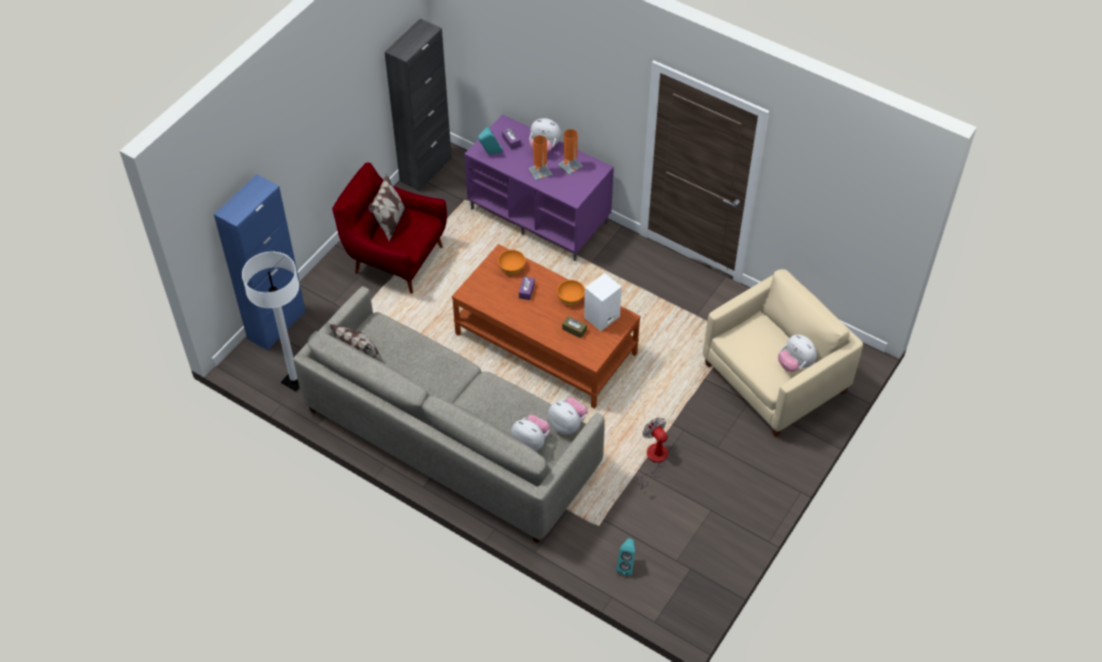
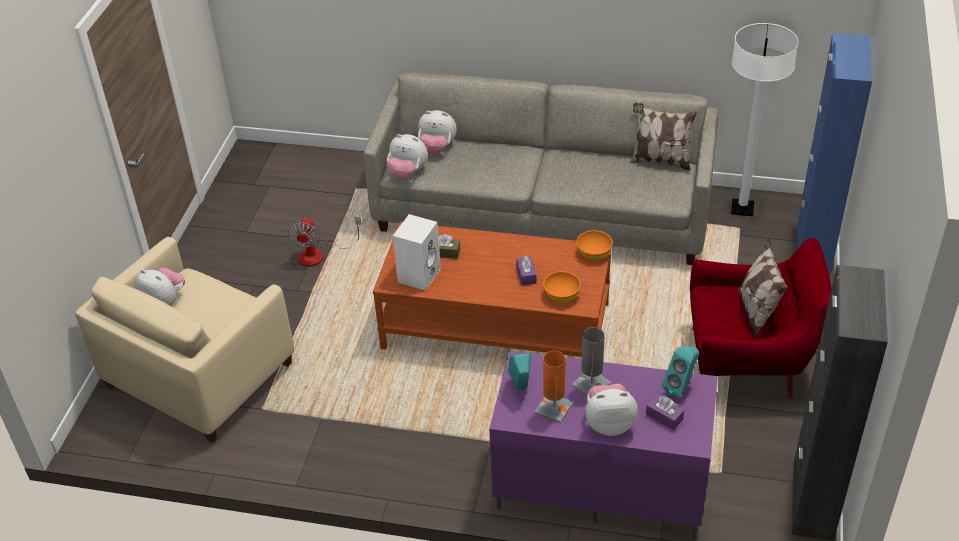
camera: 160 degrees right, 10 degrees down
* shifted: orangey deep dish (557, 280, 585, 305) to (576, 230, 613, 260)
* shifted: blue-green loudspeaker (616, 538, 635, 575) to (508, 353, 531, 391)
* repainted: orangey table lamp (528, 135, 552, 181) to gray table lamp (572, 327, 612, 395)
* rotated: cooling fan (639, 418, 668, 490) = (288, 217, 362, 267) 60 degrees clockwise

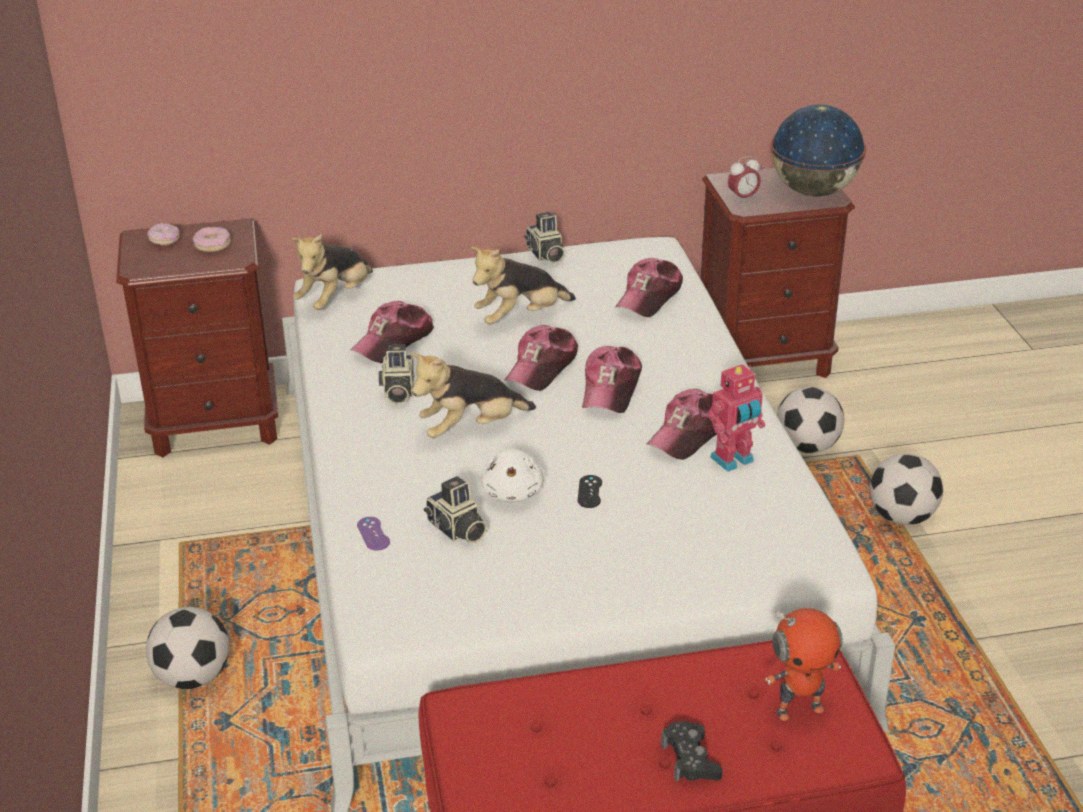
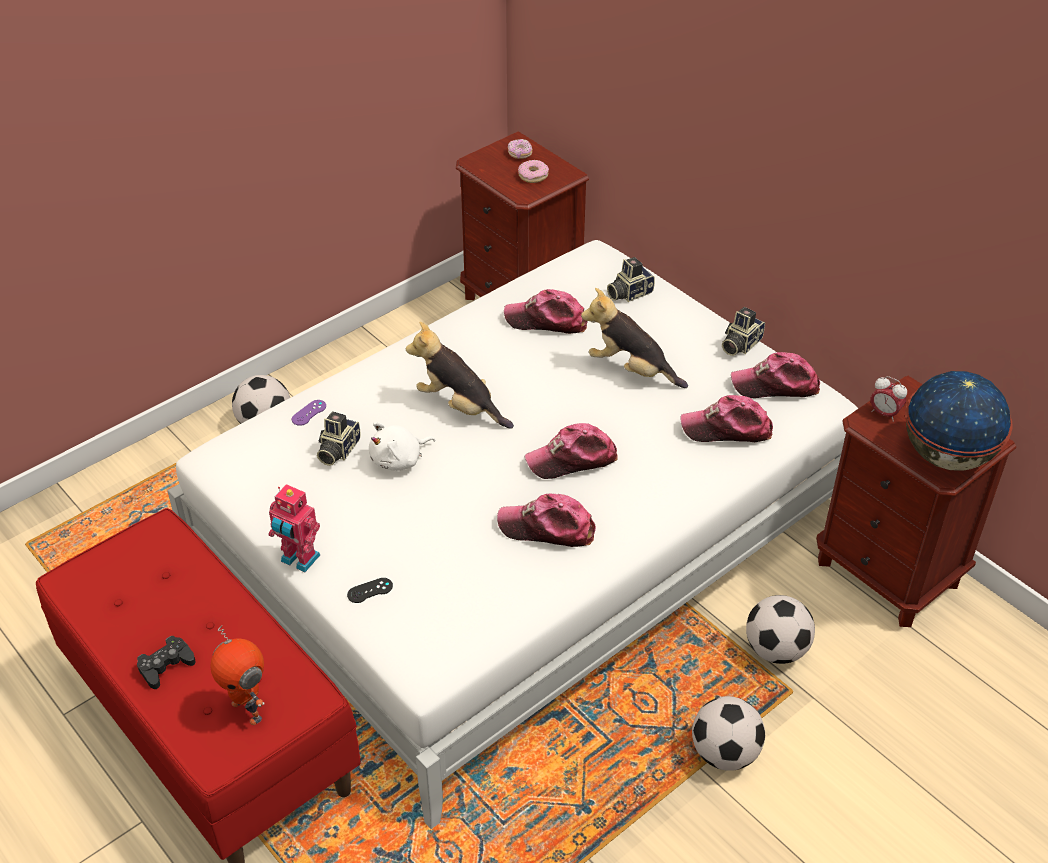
camera: 60 degrees right, 10 degrees up
* gone: plush toy (292, 234, 373, 310)
* shifted: photo camera (379, 345, 414, 405) to (607, 257, 655, 302)
* shifted: peaked cap (505, 325, 578, 391) to (731, 352, 820, 398)
* shifted: black game controller (577, 475, 602, 508) to (347, 578, 393, 603)
* shifted: robot figure (708, 364, 765, 472) to (268, 484, 320, 572)

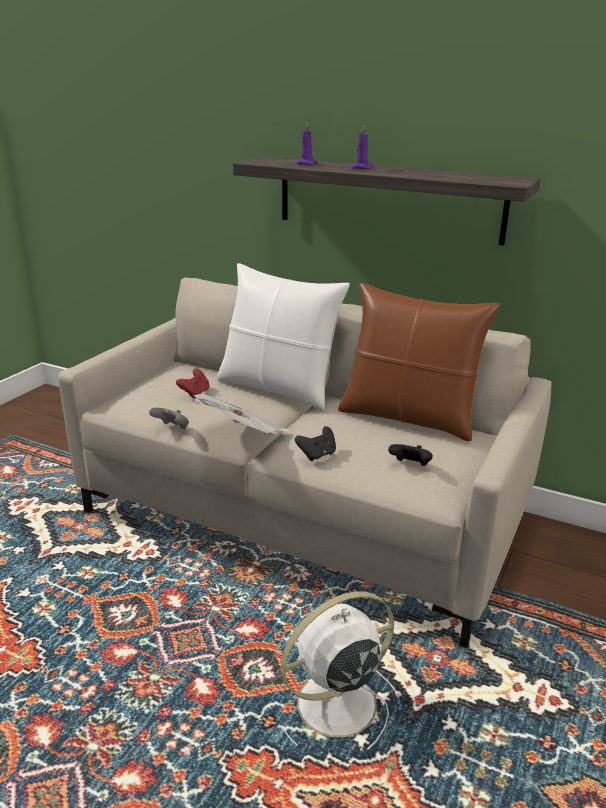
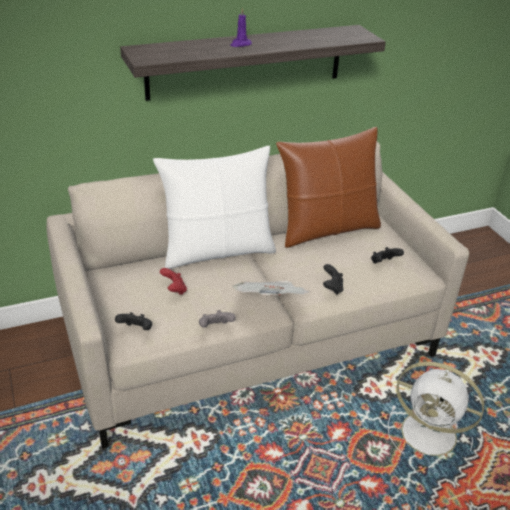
camera: 50 degrees left, 10 degrees up
* gone: purple wax light (295, 122, 318, 165)
* new: black game controller (115, 312, 152, 330)
* rotated: white-coloured cooling fan (281, 591, 402, 749) = (388, 362, 484, 456) 75 degrees counterclockwise

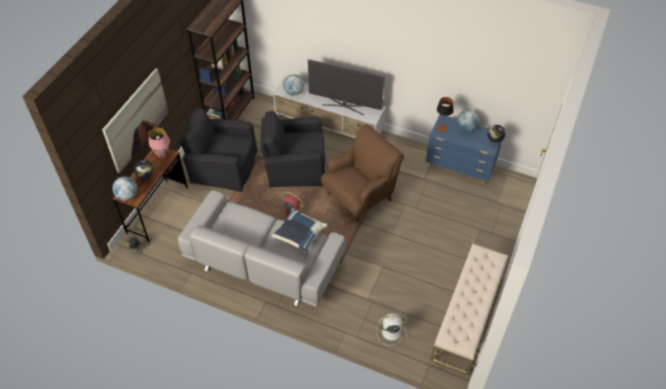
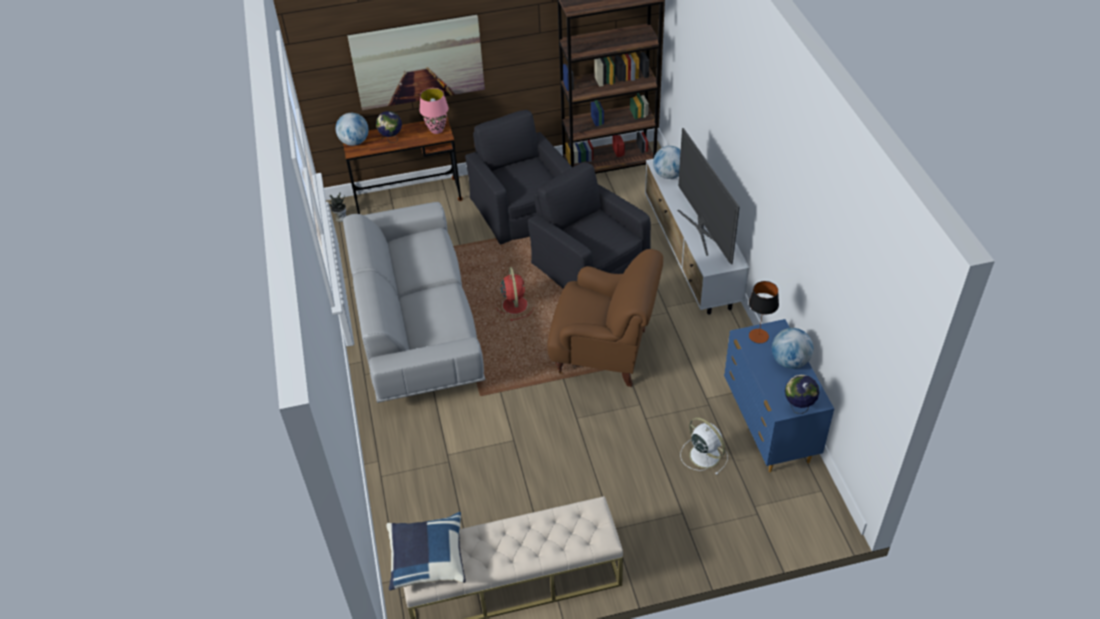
camera: 55 degrees right, 5 degrees down
* shifted: bluish cushion (271, 207, 328, 253) to (386, 512, 466, 591)
* shifted: white-coloured cooling fan (376, 314, 408, 346) to (680, 418, 728, 475)

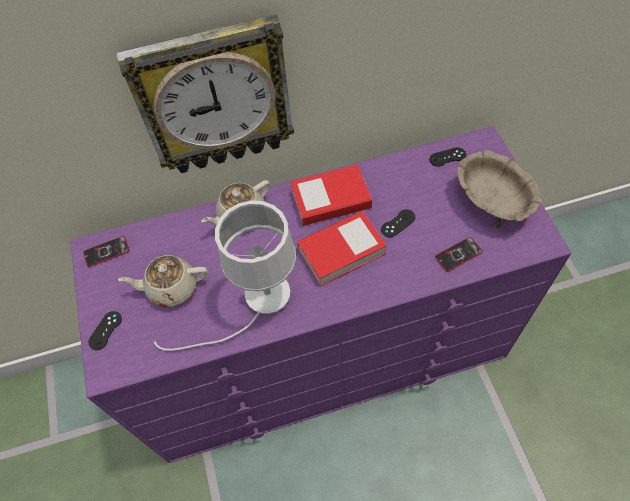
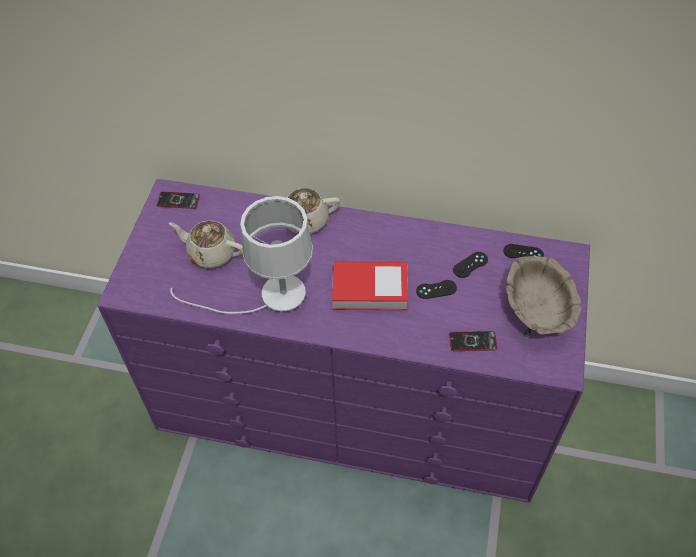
camera: 25 degrees right, 5 degrees down
* gone: wall clock (116, 14, 294, 173)
* gone: volume (290, 164, 372, 226)
* shifted: black game controller (88, 311, 122, 350) to (453, 252, 488, 278)

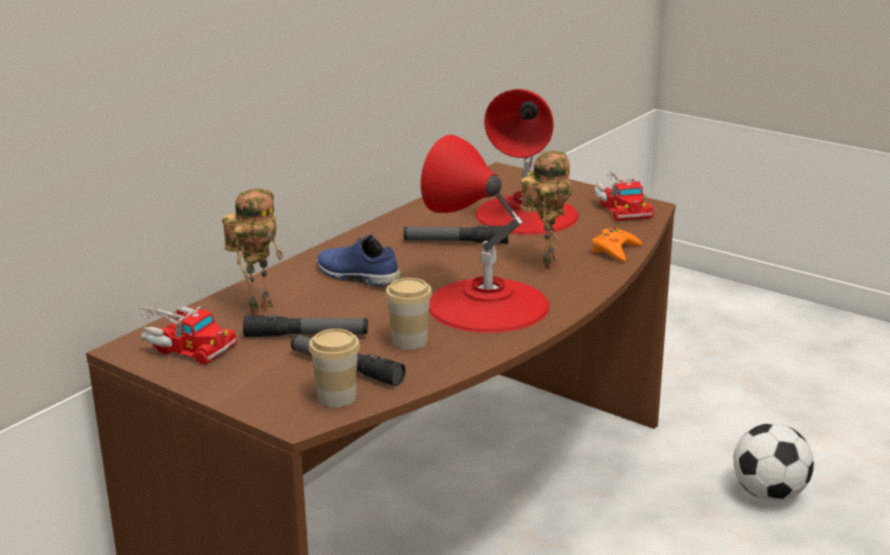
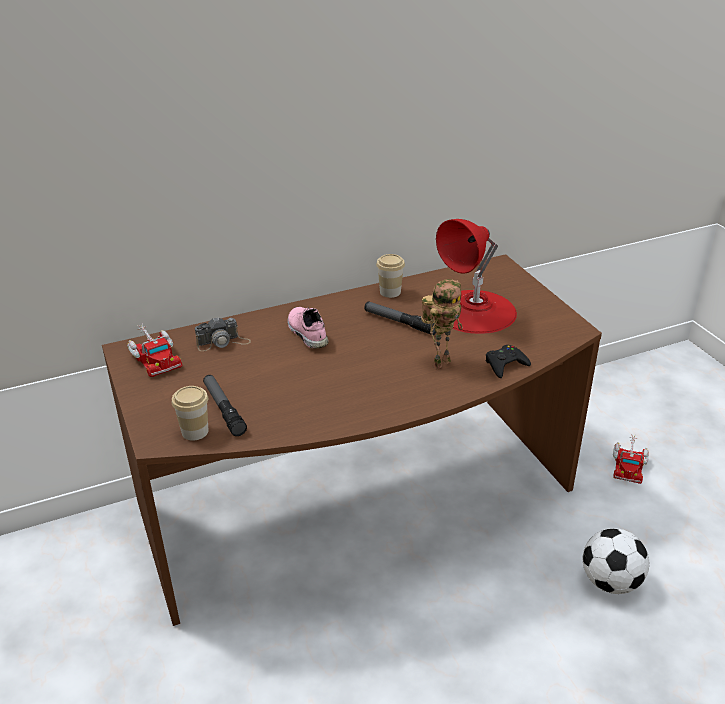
camera: 30 degrees right, 10 degrees up
* gone: hand torch (243, 315, 368, 337)
* gone: red table lamp (421, 135, 550, 333)
* shifted: drinking cup (385, 278, 432, 350) to (376, 254, 405, 298)
* shifted: toy truck (594, 170, 654, 221) to (613, 434, 649, 484)
* swapped: robot figure (222, 188, 283, 315) to photo camera (195, 318, 251, 351)
* repainted: bluish shoe (317, 235, 401, 287) to pink-coloured shoe (288, 307, 328, 349)
* repainted: orangey game controller (592, 228, 642, 262) to black game controller (486, 345, 531, 378)

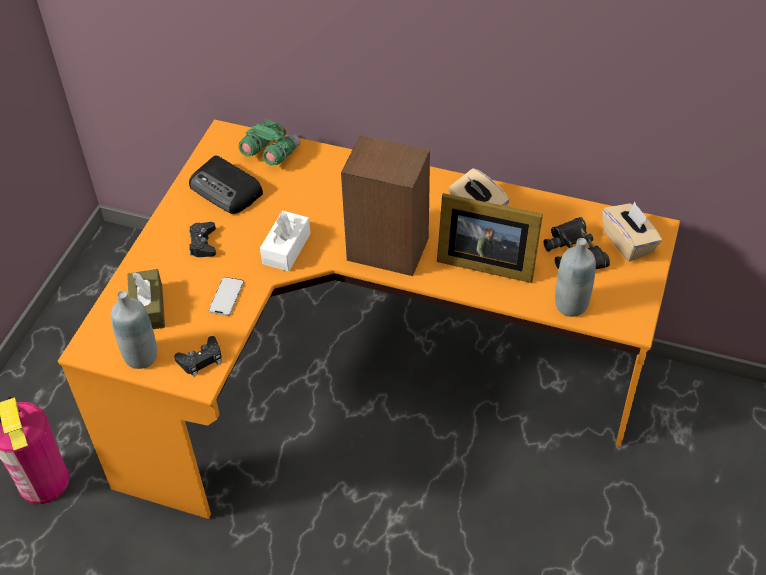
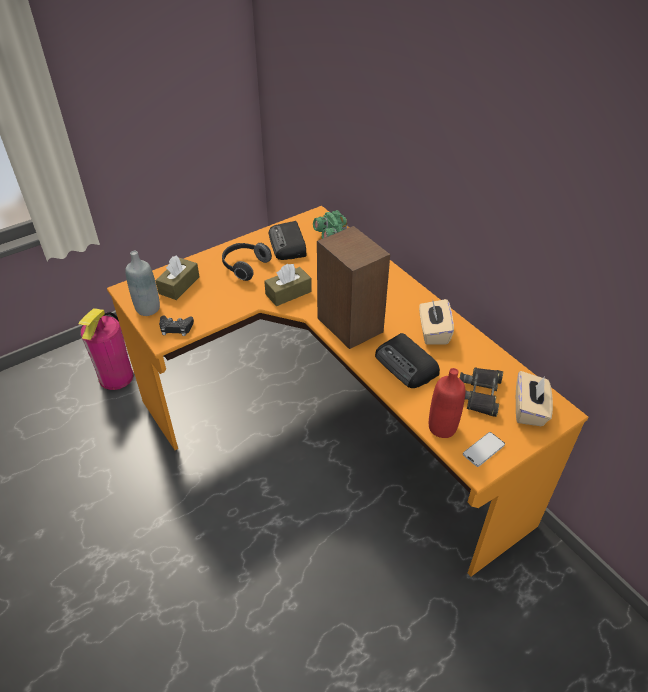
camera: 35 degrees right, 5 degrees down
* shifted: telephone (209, 277, 244, 316) to (463, 432, 505, 467)
* swapped: black game controller (189, 222, 216, 257) to pair of headphones (222, 243, 272, 281)
* swapped: standing frame (437, 193, 543, 283) to radio receiver (375, 333, 440, 388)
* repainted: white-coloured tissue holder (260, 211, 311, 271) to brown-coloured tissue holder (264, 264, 312, 306)
* repainted: gray bottle (555, 238, 596, 317) to red bottle (429, 368, 465, 438)

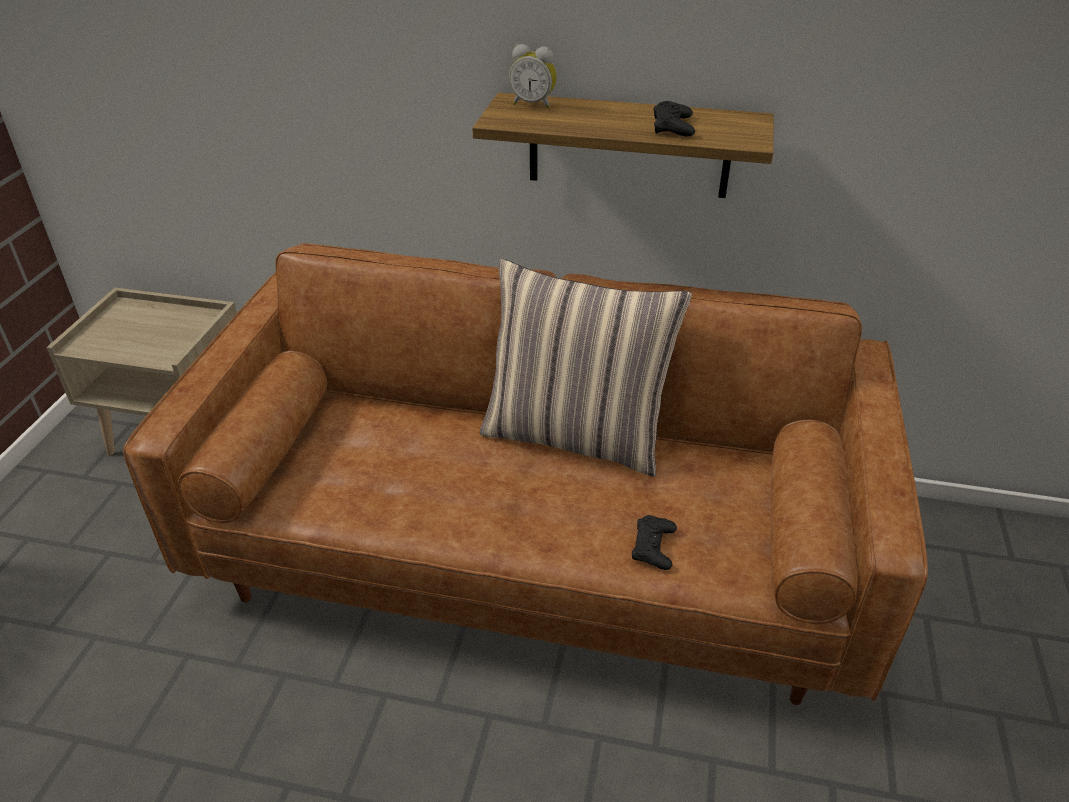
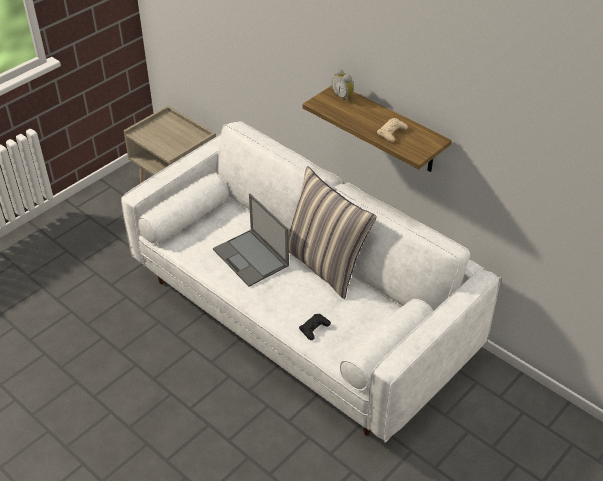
camera: 30 degrees right, 5 degrees up
* new: portable computer (213, 194, 289, 287)
* repainted: brown-coloured couch (123, 243, 928, 705) to white-coloured couch (121, 121, 501, 443)
* repainted: black game controller (654, 101, 695, 136) to beige-coloured game controller (377, 118, 408, 142)

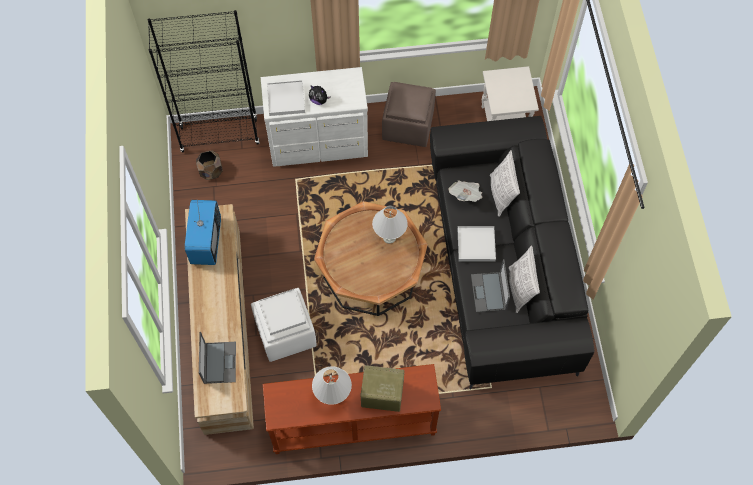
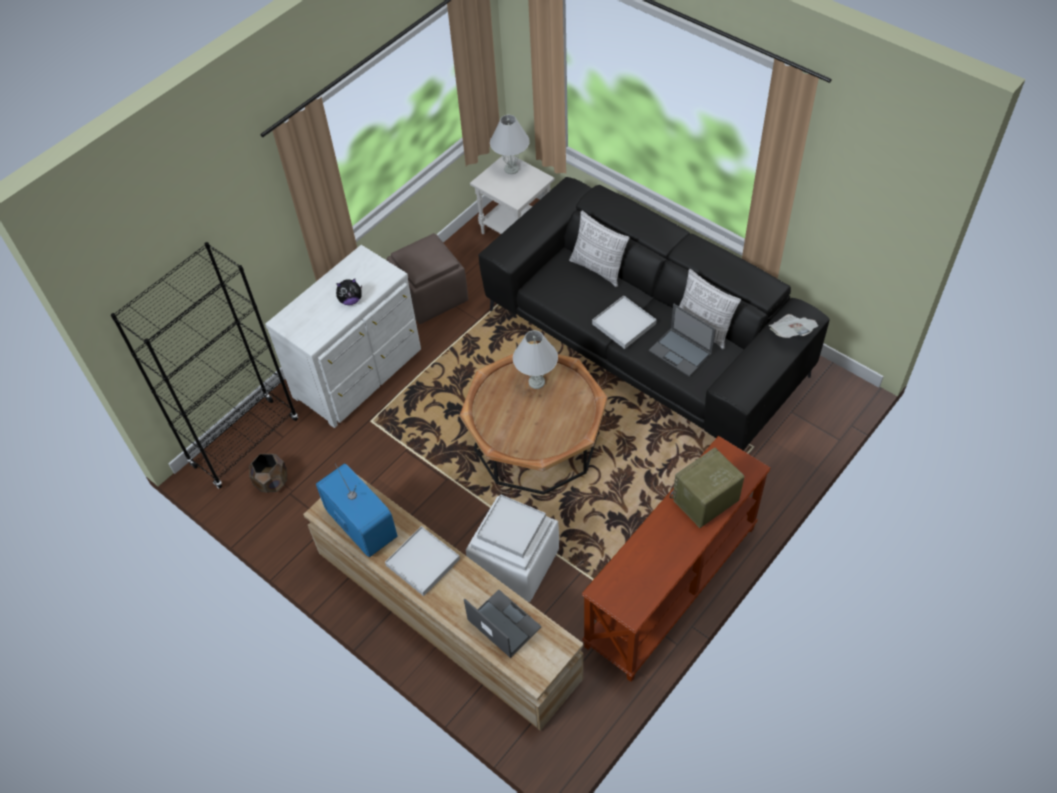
camera: 40 degrees left, 10 degrees down
* shifted: white-coloured carrying tray (267, 80, 305, 116) to (385, 526, 460, 596)
* shifted: white-coloured table lamp (312, 366, 352, 405) to (490, 115, 530, 174)
* shifted: daily paper (449, 180, 482, 202) to (769, 314, 819, 338)

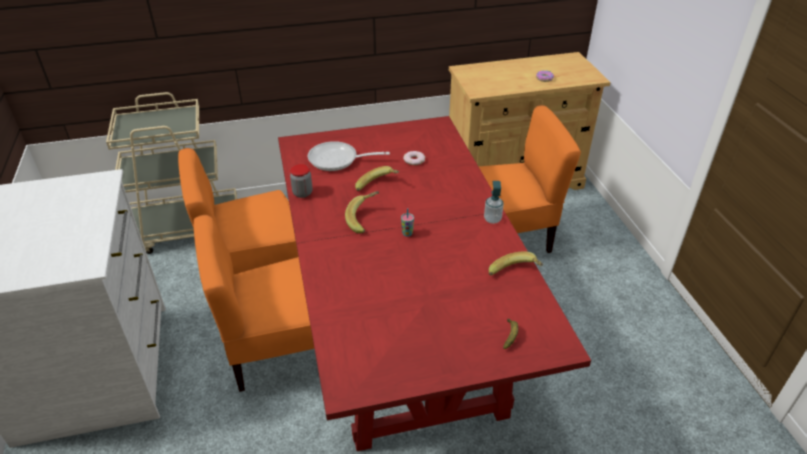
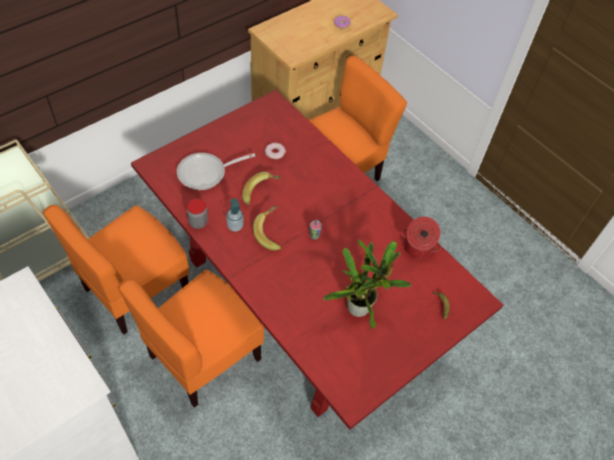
camera: 30 degrees left, 15 degrees up
* new: houseplant (323, 240, 411, 329)
* shifted: soap dispenser (484, 181, 504, 224) to (226, 198, 244, 232)
* swapped: whole banana (489, 252, 543, 276) to saucepot (401, 217, 441, 259)

